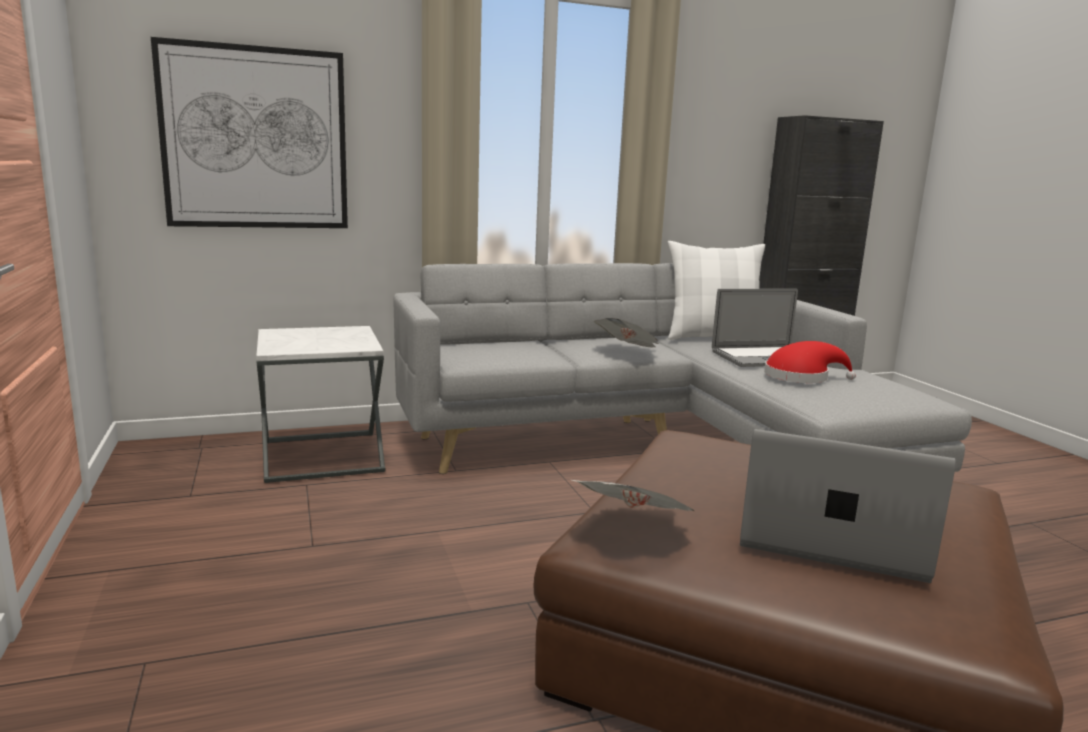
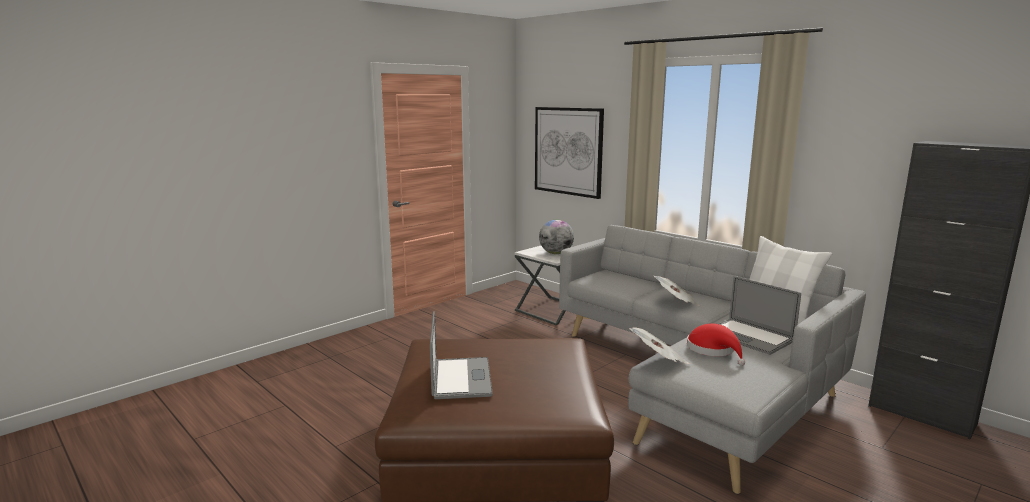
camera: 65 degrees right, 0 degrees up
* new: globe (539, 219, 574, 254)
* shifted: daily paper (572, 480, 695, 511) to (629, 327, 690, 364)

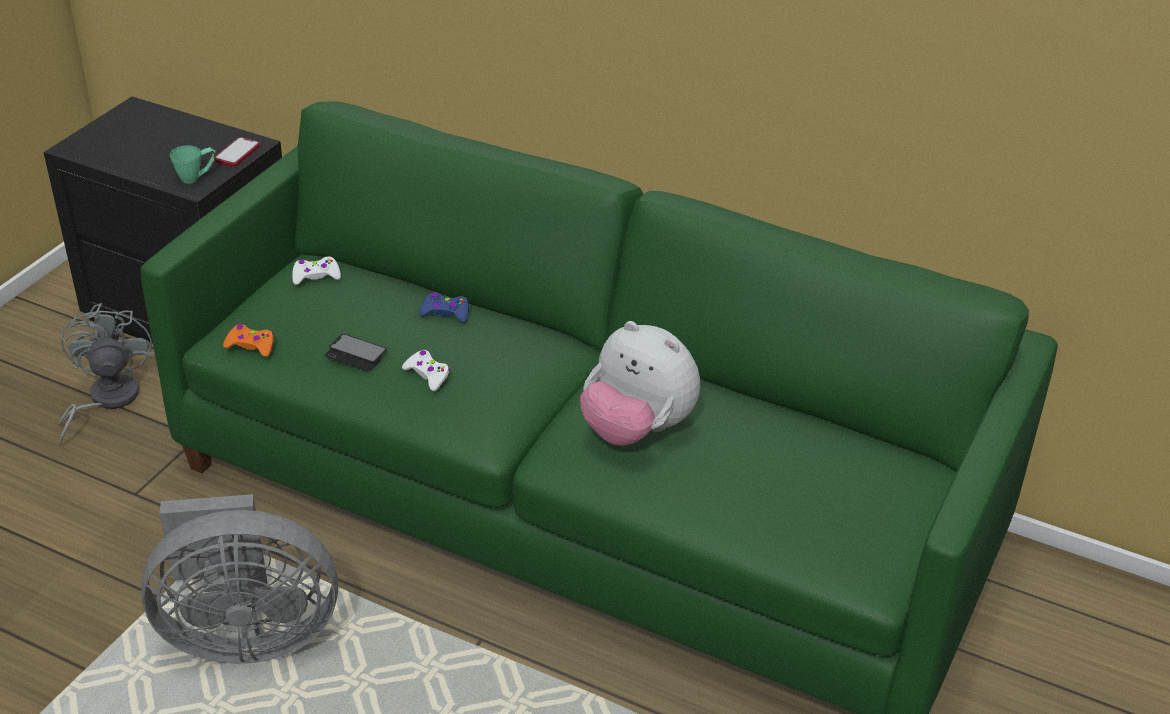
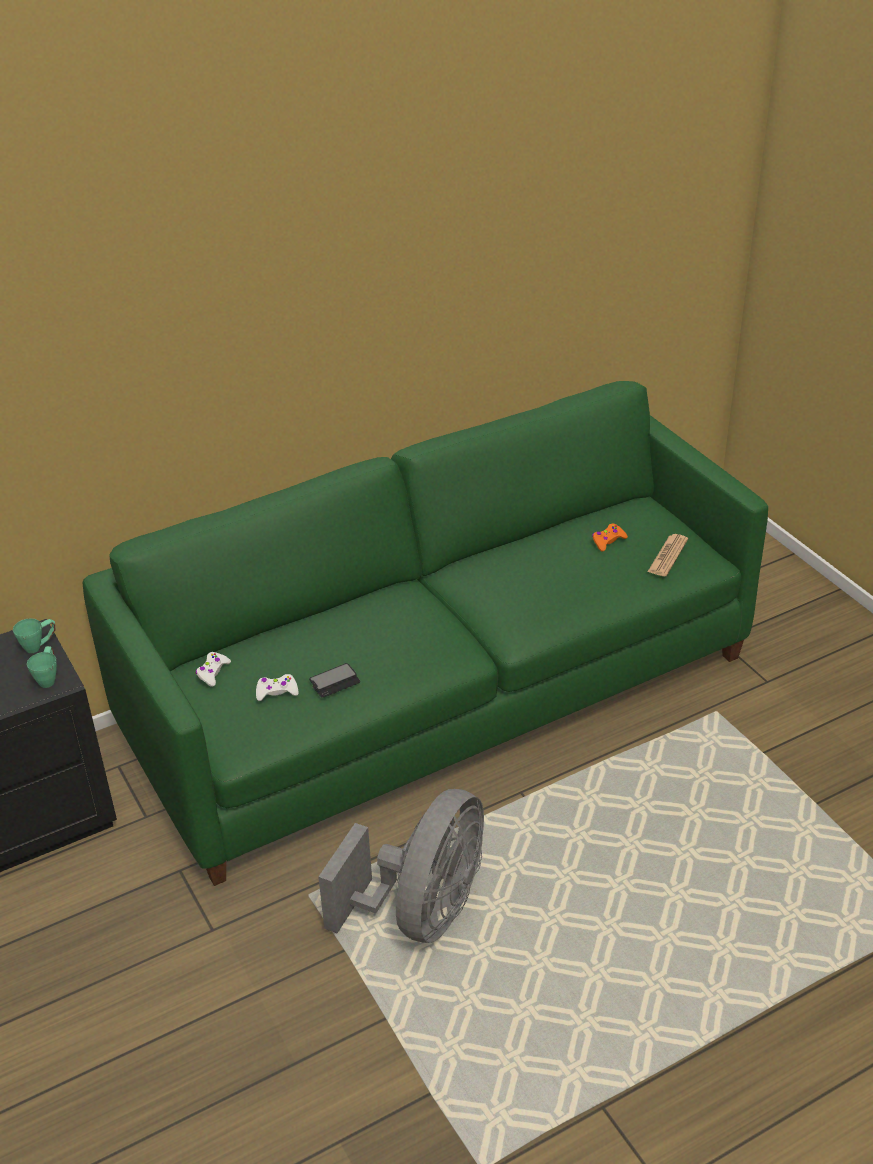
camera: 55 degrees left, 0 degrees up
* gone: gray cooling fan (58, 303, 152, 446)
* gone: bluish game controller (419, 292, 469, 323)
* gone: plush toy (580, 321, 700, 446)
* new: daily paper (648, 534, 688, 576)
* shifted: orangey game controller (223, 324, 274, 357) to (592, 524, 628, 552)
* shifted: white-coloured game controller (402, 350, 450, 391) to (256, 674, 299, 701)
* swapped: telephone (215, 137, 260, 167) to green-coloured coffee mug (13, 618, 56, 653)

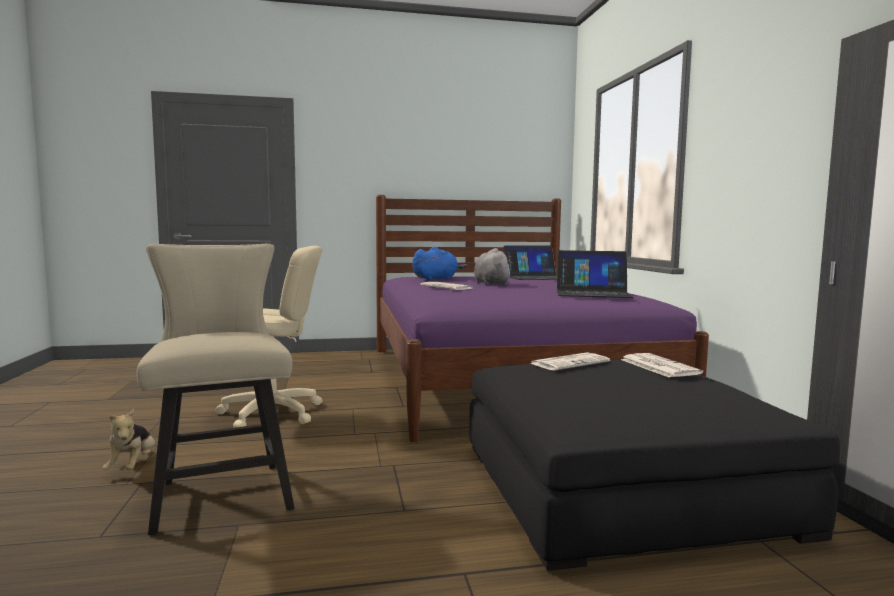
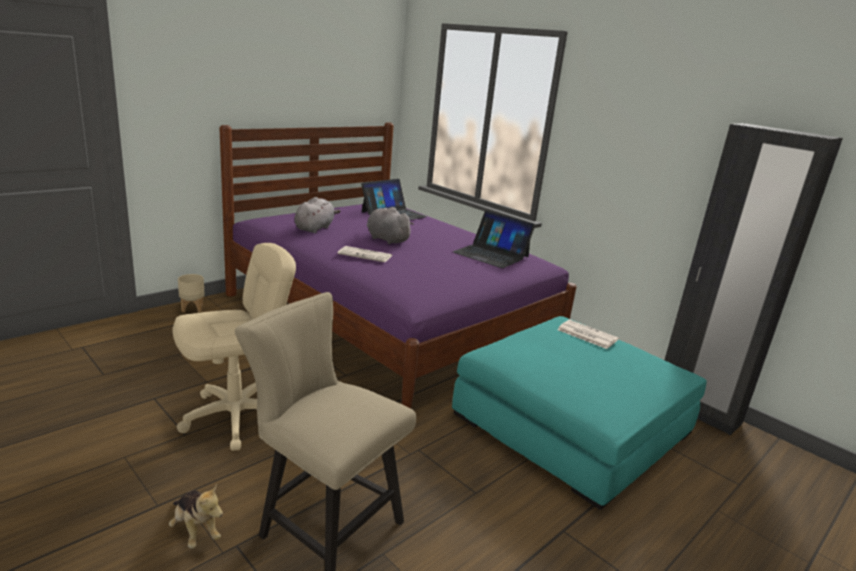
camera: 35 degrees left, 15 degrees up
* gone: daily paper (529, 352, 610, 371)
* new: beige-coloured flower pot (178, 274, 205, 312)
* repainted: bluish plush toy (413, 247, 467, 280) to gray plush toy (294, 197, 341, 233)
* repainted: black footrest (469, 359, 840, 571) to blue-green footrest (452, 316, 707, 510)
* rotated: portable computer (557, 250, 634, 298) = (453, 211, 535, 268) 60 degrees clockwise

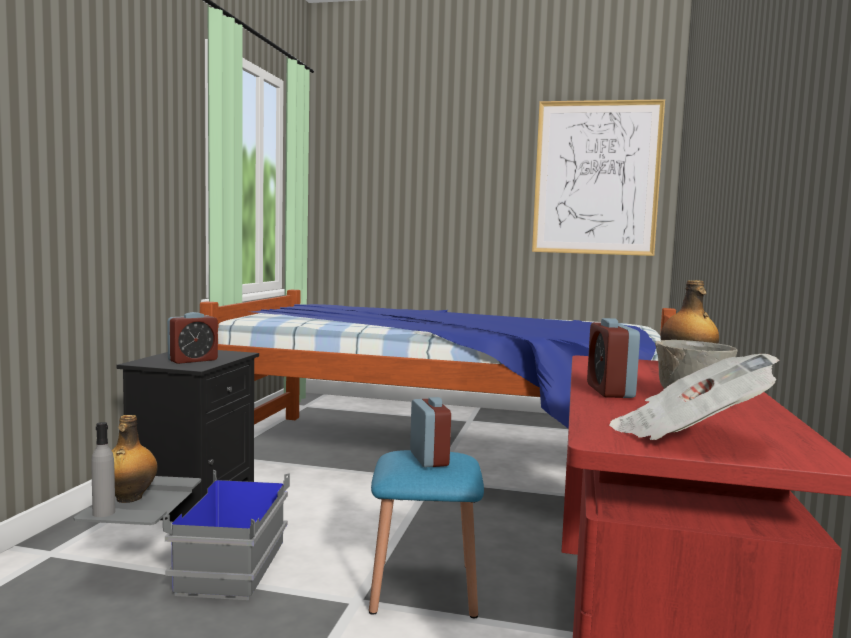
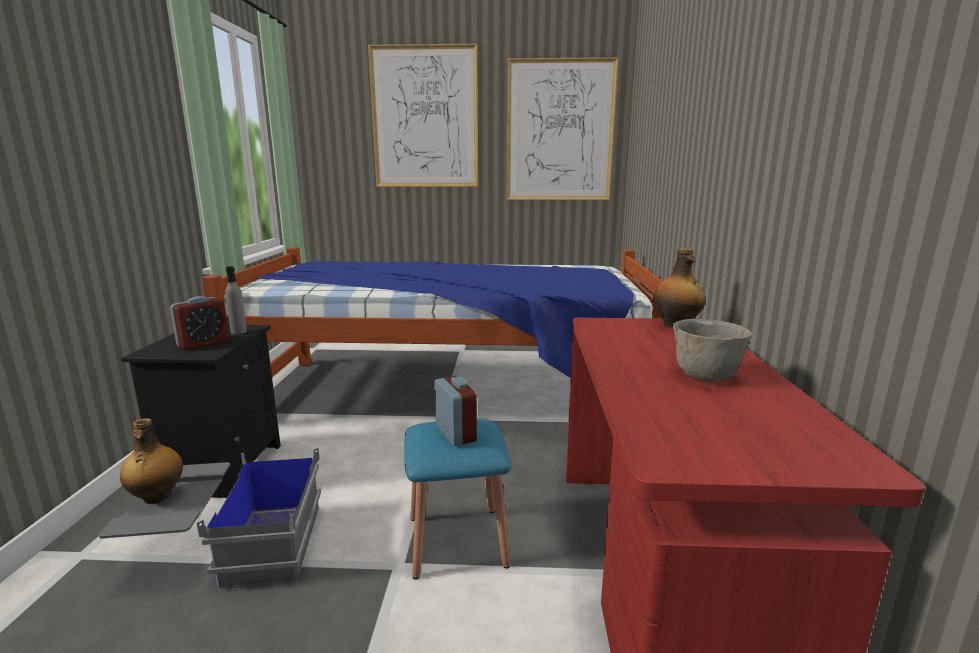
camera: 10 degrees left, 10 degrees up
* gone: bedside clock (587, 318, 640, 398)
* gone: daily paper (609, 354, 779, 440)
* new: wall art (368, 44, 478, 187)
* shifted: gray bottle (91, 422, 115, 517) to (225, 266, 247, 334)

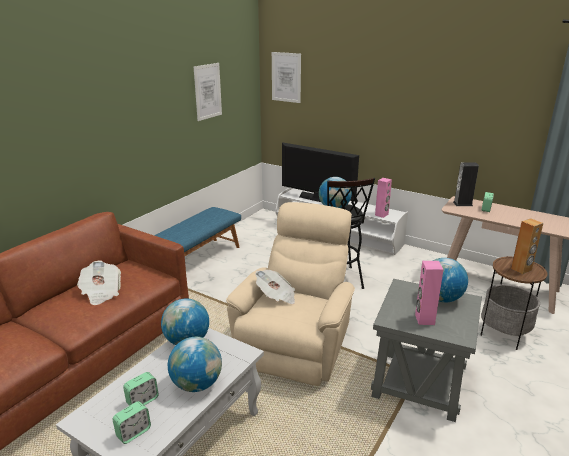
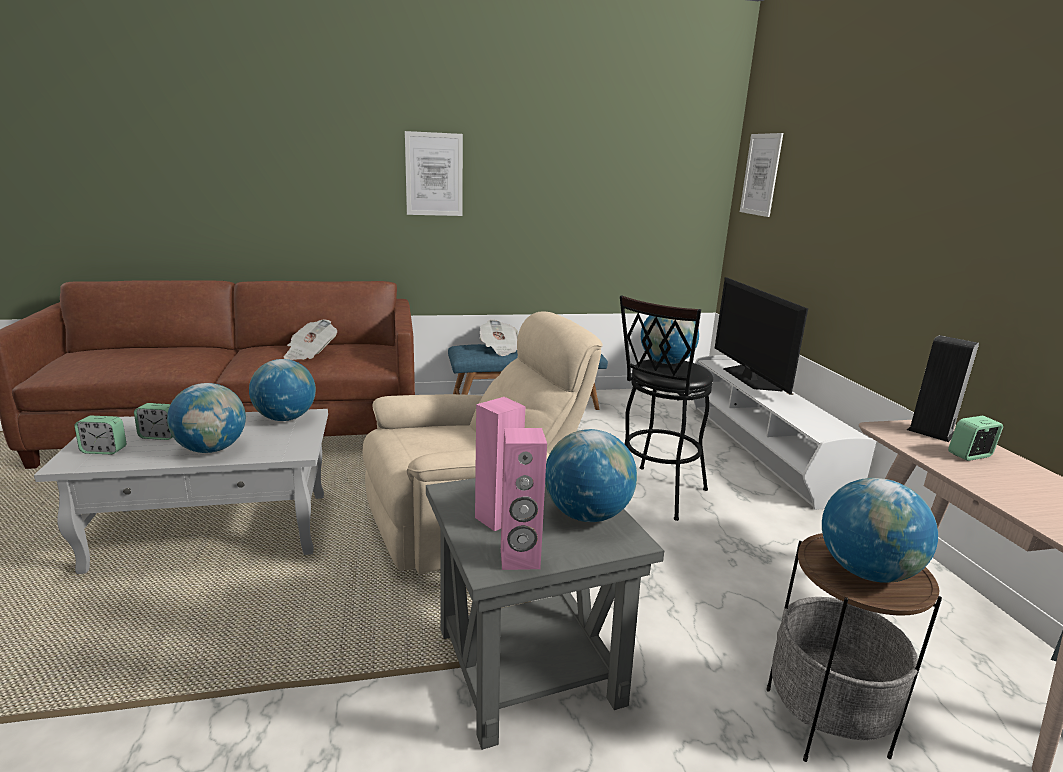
camera: 45 degrees right, 5 degrees down
* shifted: wall art (194, 63, 222, 121) to (405, 131, 463, 216)
* shifted: daily paper (255, 270, 295, 304) to (480, 320, 518, 356)
* shifted: pink-coloured loudspeaker (375, 178, 392, 218) to (501, 428, 547, 570)
* swapped: brown-coloured loudspeaker (511, 218, 543, 274) to globe (822, 478, 938, 583)

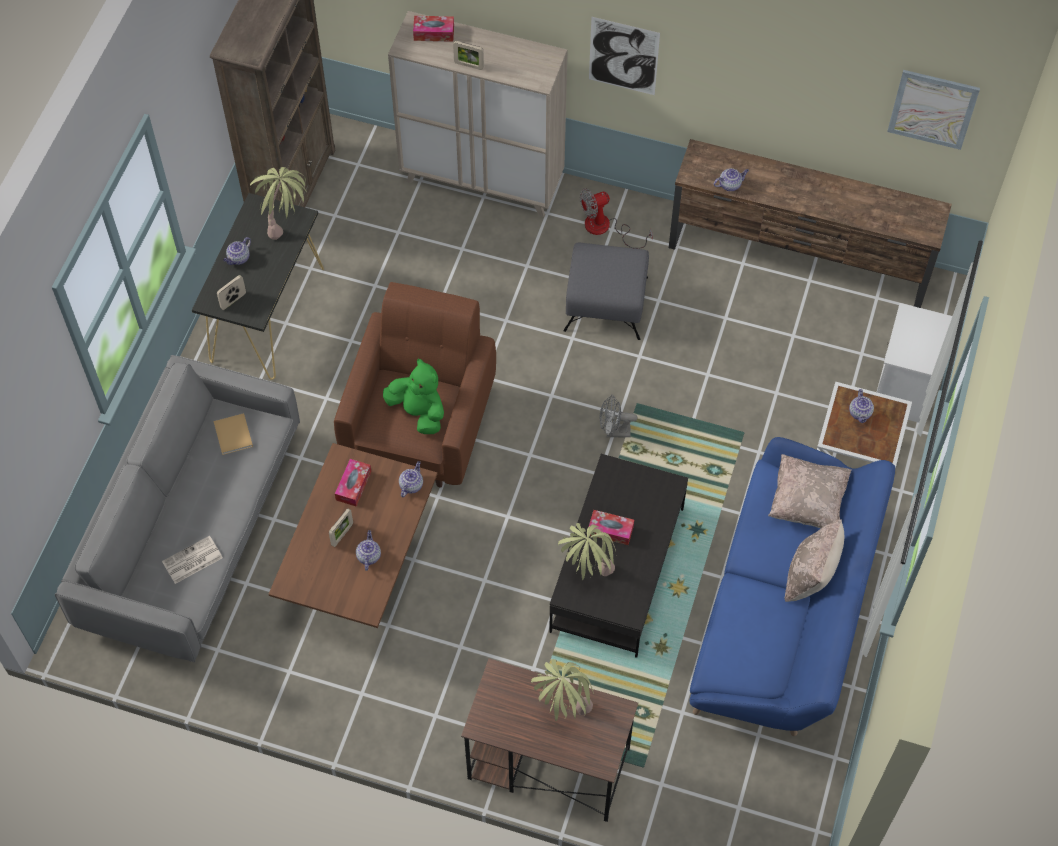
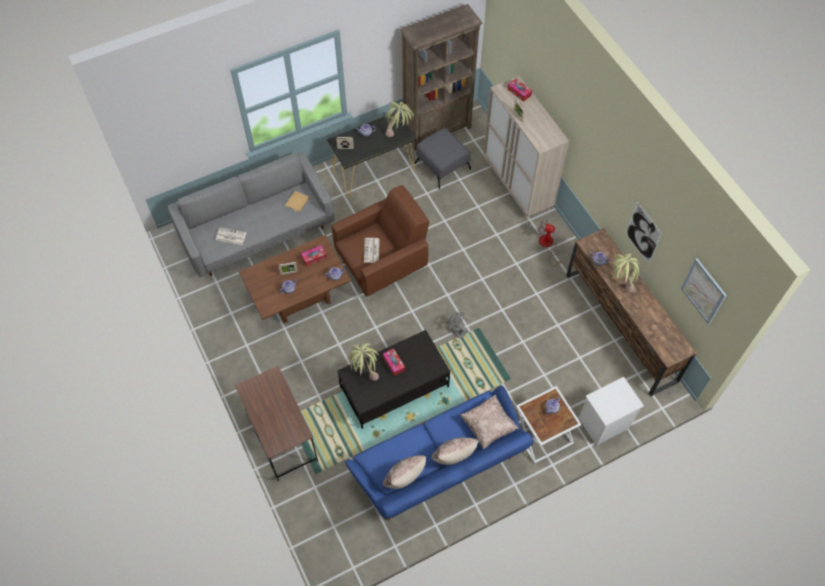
camera: 45 degrees right, 0 degrees up
* new: beige-coloured cushion (383, 455, 426, 489)
* shifted: houseplant (531, 659, 594, 721) to (612, 253, 640, 292)
* shifted: gray footrest (563, 243, 649, 340) to (415, 128, 471, 189)
* shifted: wall art (589, 17, 660, 95) to (625, 202, 662, 264)
* swapped: green-coloured plush toy (383, 358, 444, 434) to daily paper (364, 238, 380, 263)

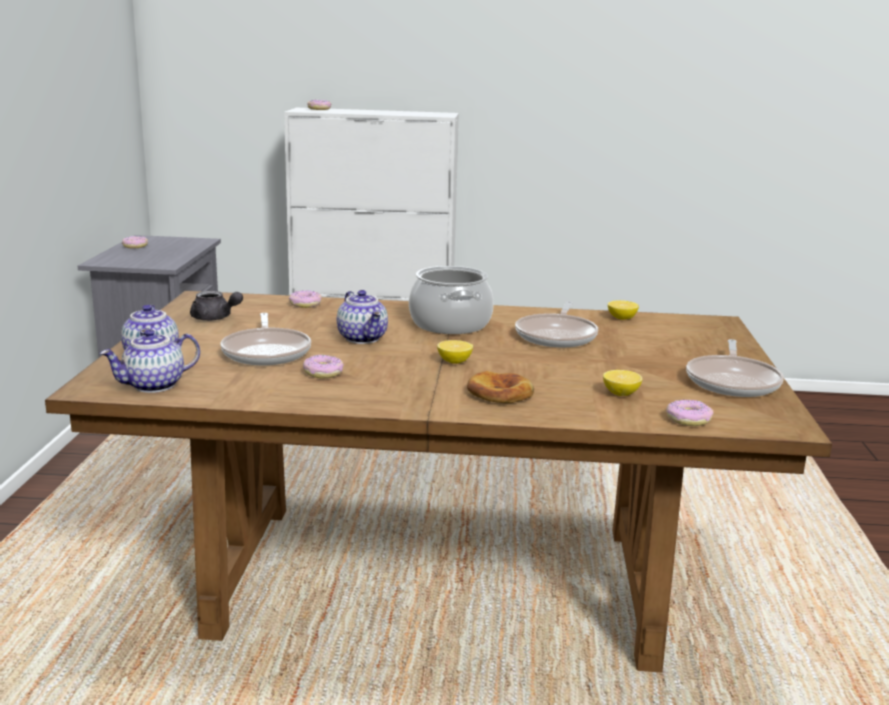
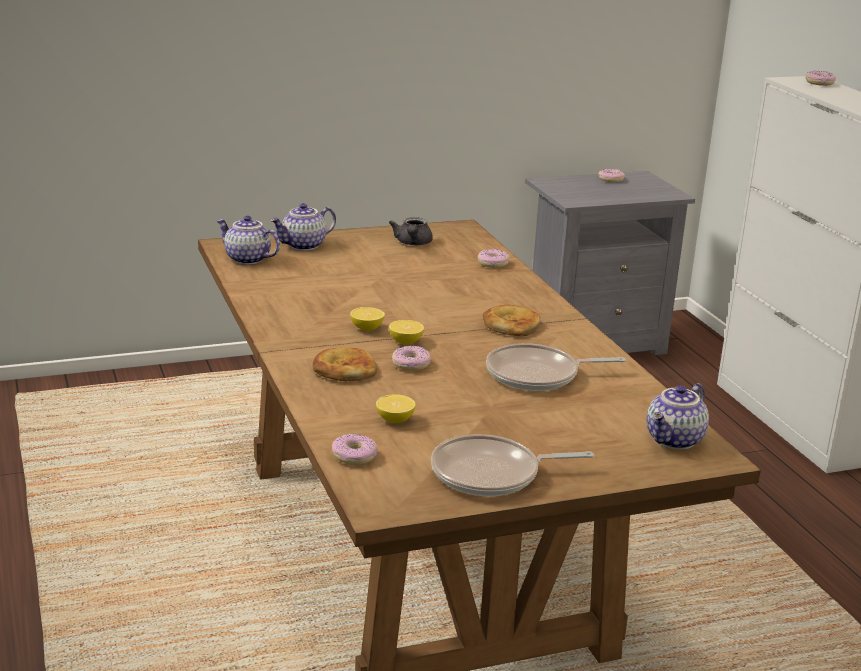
camera: 65 degrees right, 5 degrees up
* gone: skillet (220, 313, 311, 365)
* shifted: donut (303, 355, 344, 378) to (392, 346, 431, 371)
* shifted: pot for tea (337, 290, 388, 344) to (647, 383, 709, 450)
* shifted: lemon (608, 300, 639, 320) to (350, 307, 385, 331)
* swapped: saucepot (409, 266, 494, 334) to baked bread (483, 305, 540, 336)

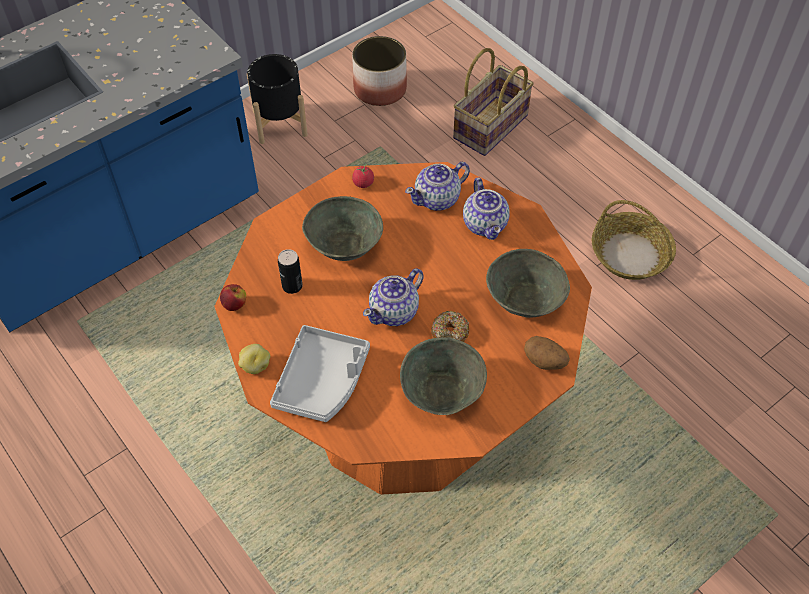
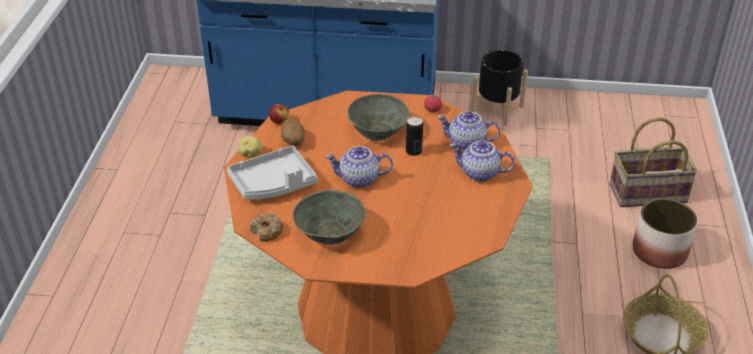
camera: 45 degrees right, 15 degrees down
* gone: gray deep dish (486, 249, 570, 318)
* shifted: metal can (278, 249, 303, 294) to (406, 116, 423, 156)
* shifted: flower pot (352, 36, 407, 106) to (633, 198, 698, 269)
* shifted: donut (431, 311, 469, 342) to (250, 213, 283, 241)
* shifted: potato (524, 336, 570, 370) to (281, 119, 305, 146)
* rotated: pot for tea (463, 177, 510, 240) = (450, 141, 515, 182) 75 degrees clockwise

